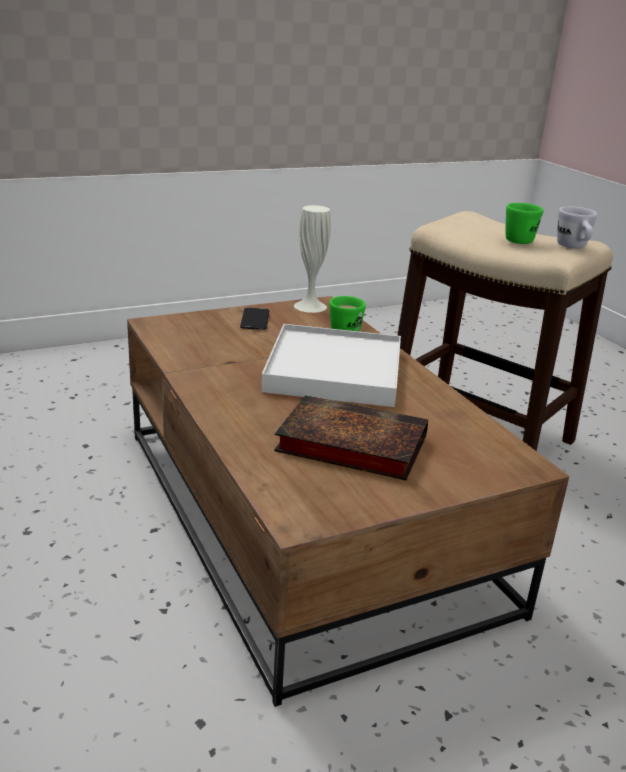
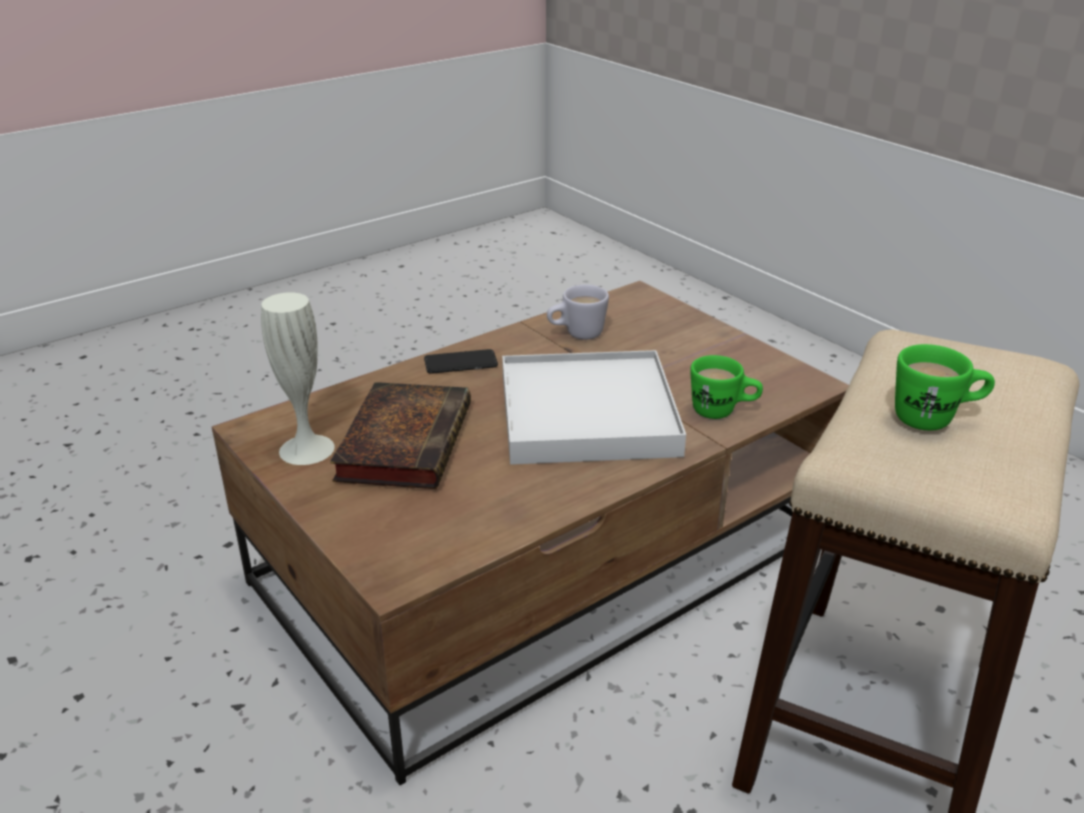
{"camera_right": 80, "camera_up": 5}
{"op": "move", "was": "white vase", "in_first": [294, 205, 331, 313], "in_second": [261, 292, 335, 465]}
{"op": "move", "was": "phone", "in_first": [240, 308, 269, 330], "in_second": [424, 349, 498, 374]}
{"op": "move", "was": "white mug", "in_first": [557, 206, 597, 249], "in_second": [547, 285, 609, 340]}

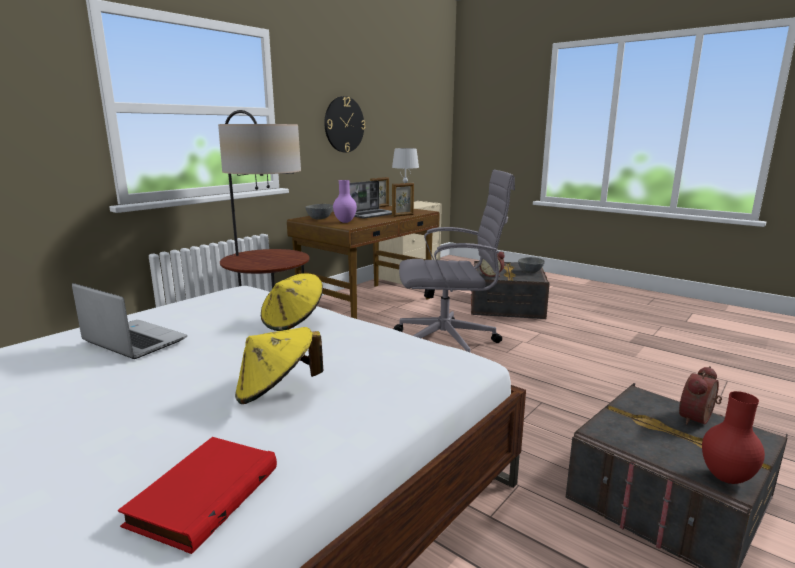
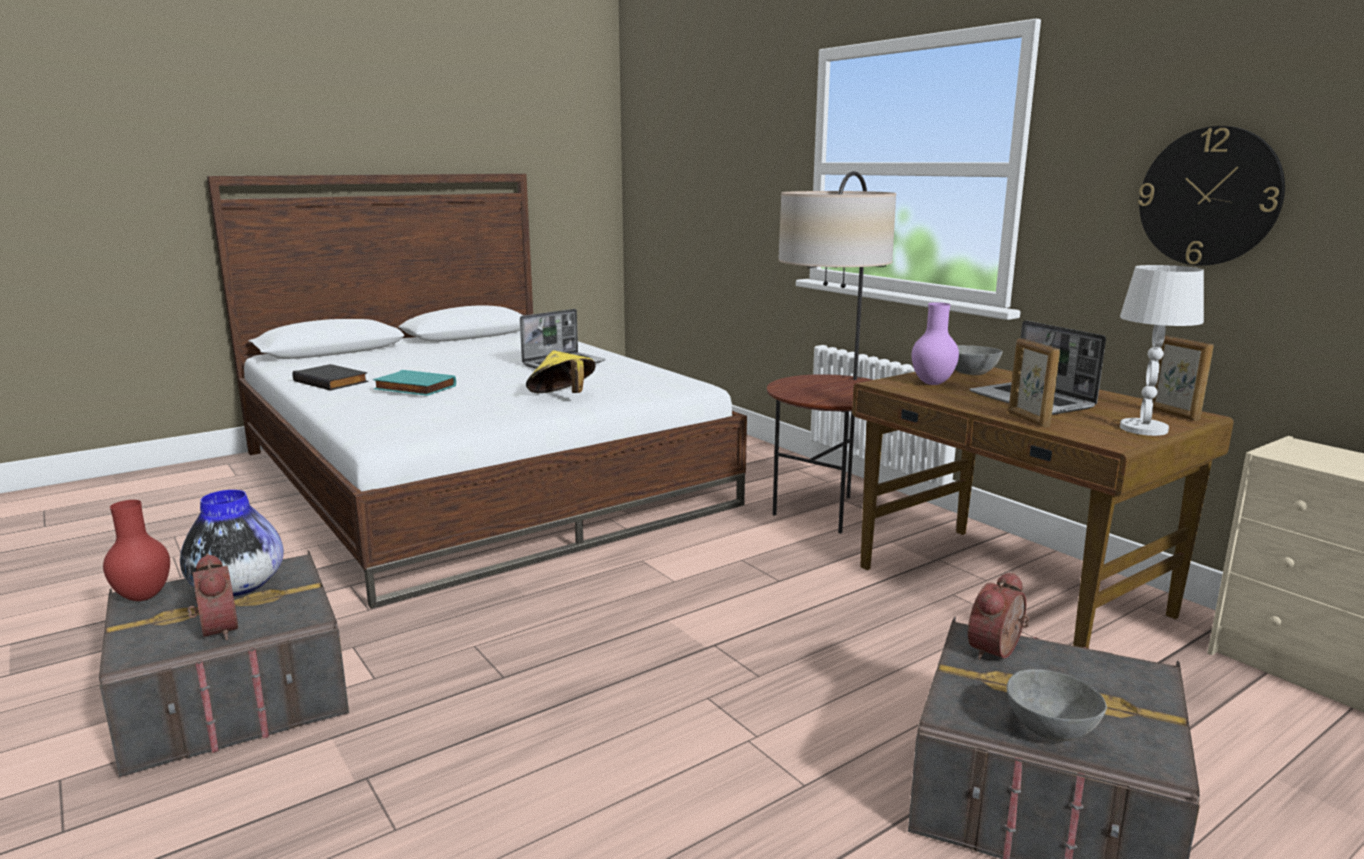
{"camera_right": 105, "camera_up": 0}
{"op": "insert", "now": "vase", "in_second": [180, 490, 284, 596]}
{"op": "recolor", "was": "red book", "now": "black book", "in_first": [118, 437, 277, 554], "in_second": [292, 364, 368, 391]}
{"op": "replace", "was": "yellow hat", "now": "turquoise book", "in_first": [235, 327, 323, 404], "in_second": [373, 370, 456, 396]}
{"op": "delete", "was": "grey office chair", "in_first": [393, 169, 515, 353]}

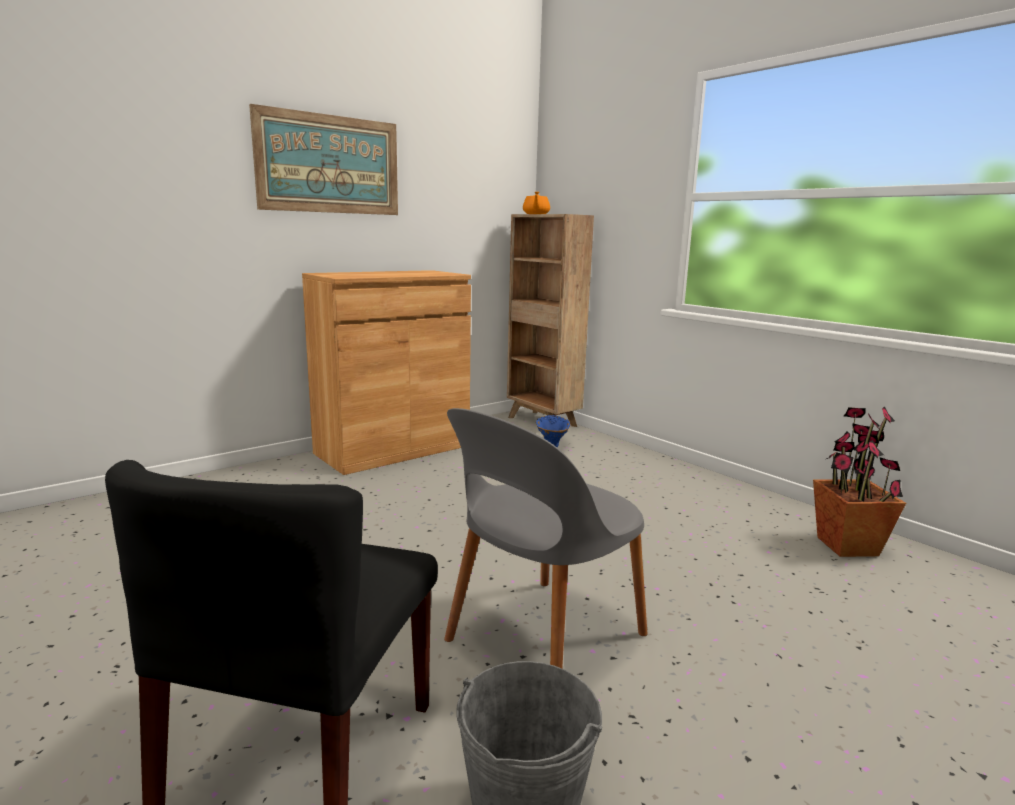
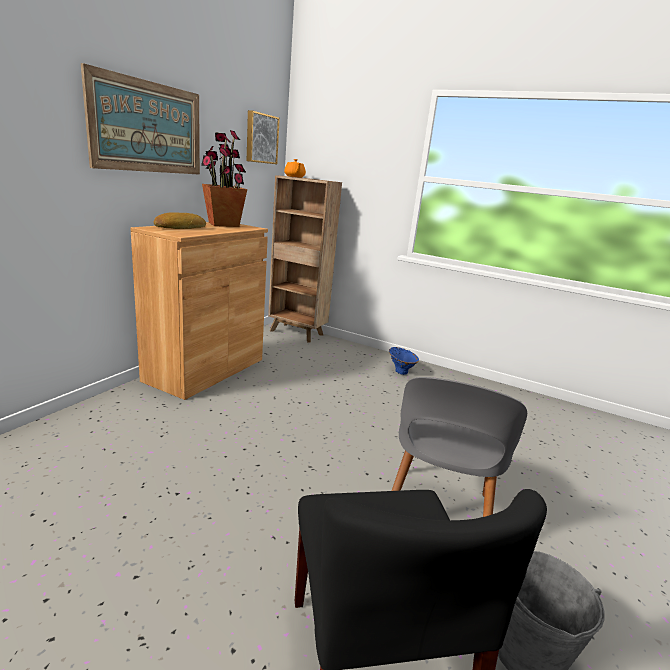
{"camera_right": -25, "camera_up": 5}
{"op": "insert", "now": "bread", "in_second": [154, 212, 206, 229]}
{"op": "move", "was": "potted plant", "in_first": [813, 407, 906, 557], "in_second": [201, 130, 247, 227]}
{"op": "insert", "now": "picture", "in_second": [247, 110, 280, 164]}
{"op": "move", "was": "blue vase", "in_first": [536, 415, 571, 448], "in_second": [389, 347, 419, 375]}

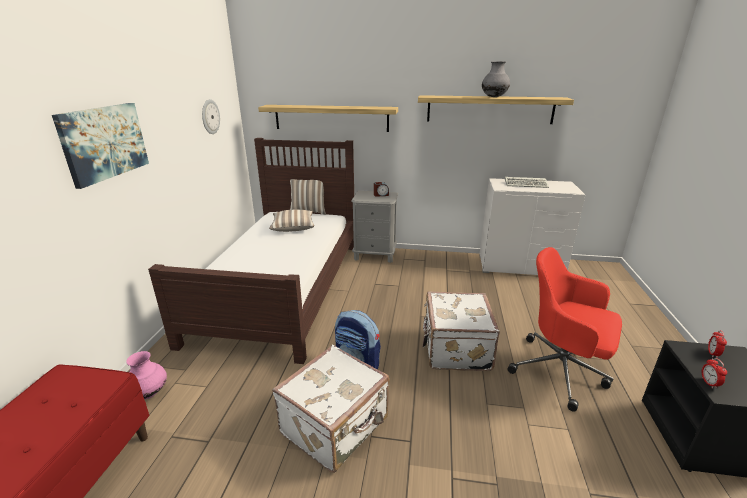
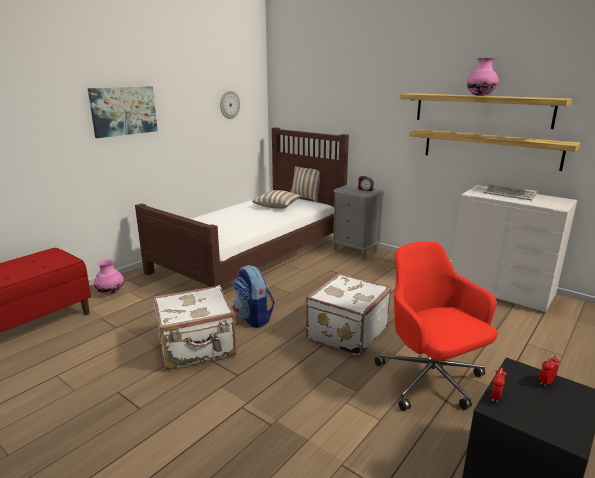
{"camera_right": 30, "camera_up": -5}
{"op": "move", "was": "shelf", "in_first": [258, 105, 398, 132], "in_second": [409, 129, 581, 171]}
{"op": "recolor", "was": "grey vase", "now": "pink vase", "in_first": [482, 61, 510, 97], "in_second": [467, 58, 498, 96]}

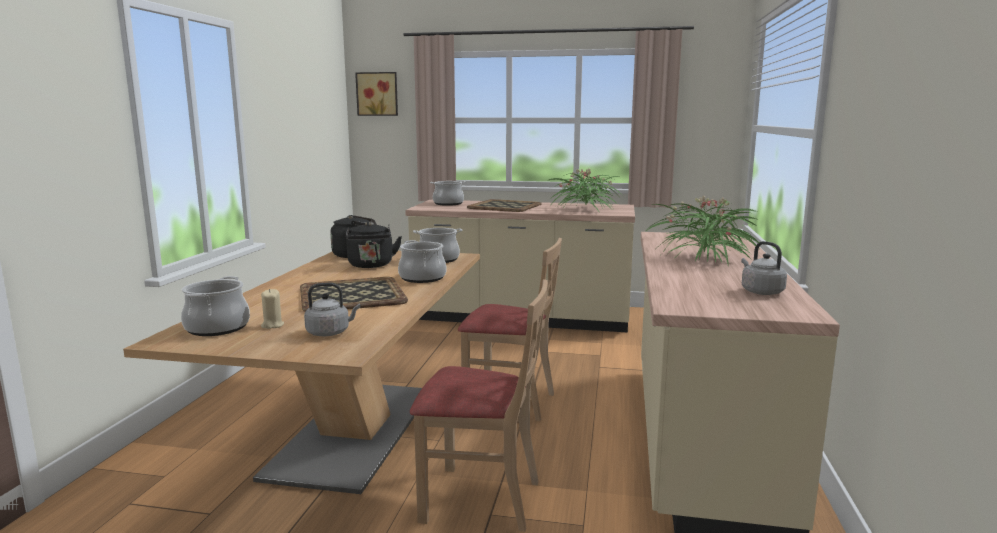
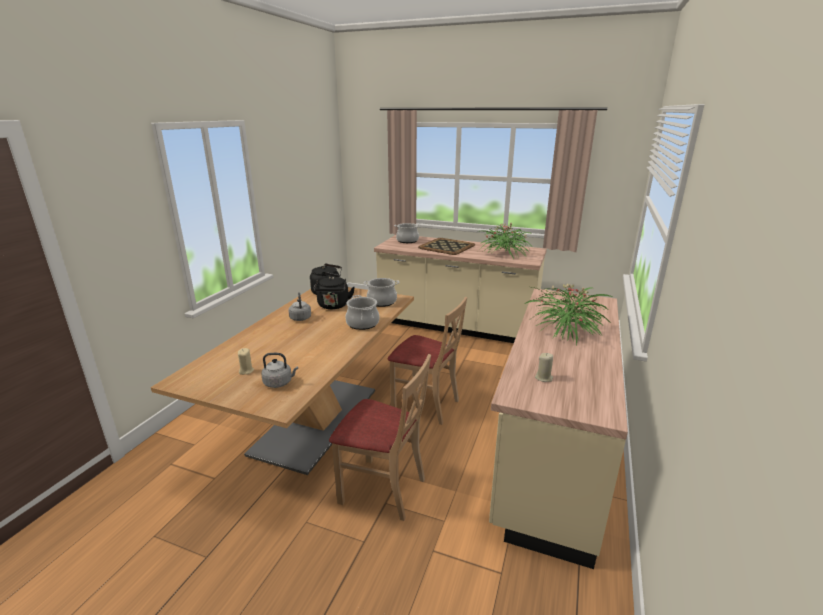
{"camera_right": 10, "camera_up": 10}
{"op": "move", "was": "grey kettle", "in_first": [741, 241, 787, 295], "in_second": [288, 292, 311, 321]}
{"op": "insert", "now": "beige candle", "in_second": [535, 353, 553, 382]}
{"op": "delete", "was": "cooking pot", "in_first": [181, 276, 250, 336]}
{"op": "delete", "was": "tray", "in_first": [300, 277, 408, 312]}
{"op": "delete", "was": "picture", "in_first": [355, 72, 398, 116]}

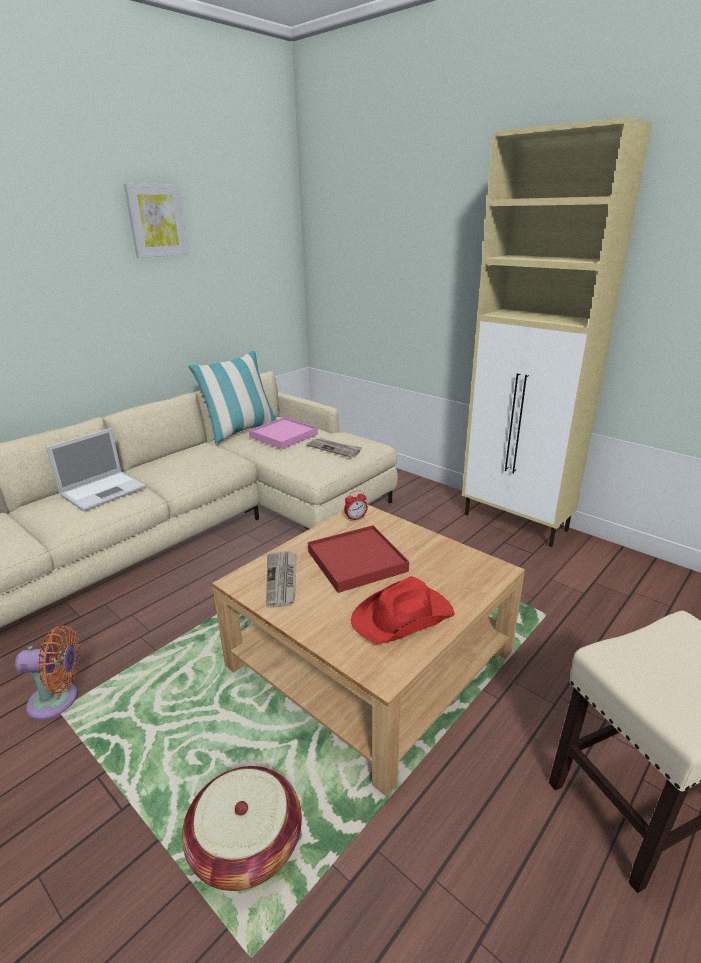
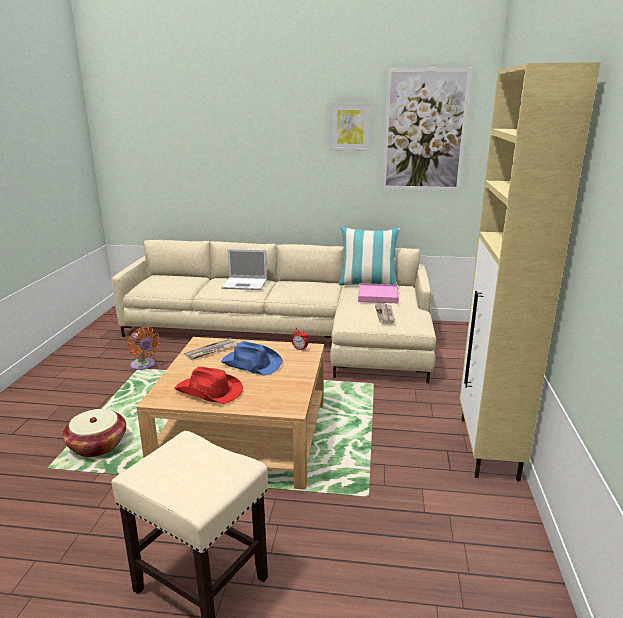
{"camera_right": 55, "camera_up": -5}
{"op": "replace", "was": "red tray", "now": "blue hat", "in_first": [308, 525, 409, 593], "in_second": [221, 341, 283, 375]}
{"op": "insert", "now": "picture", "in_second": [382, 68, 472, 191]}

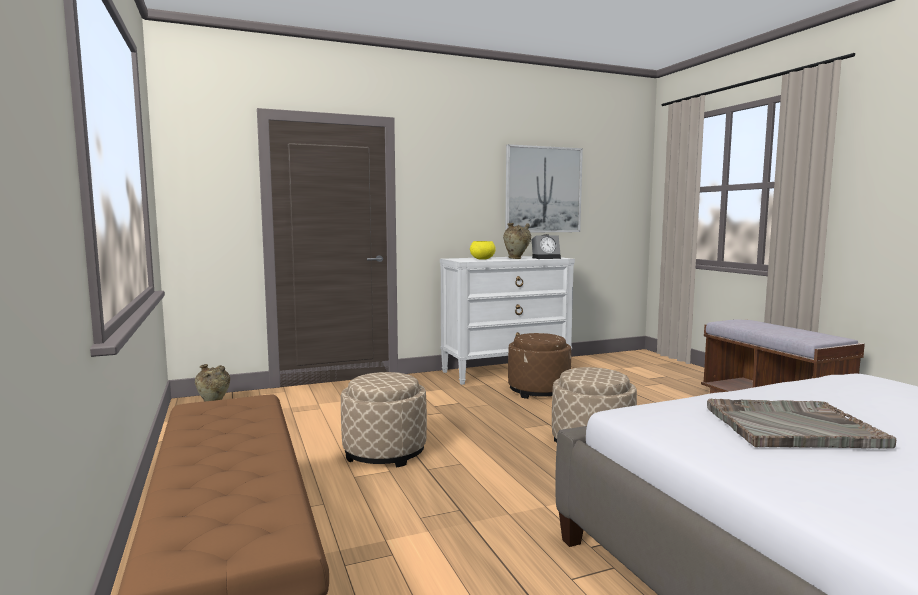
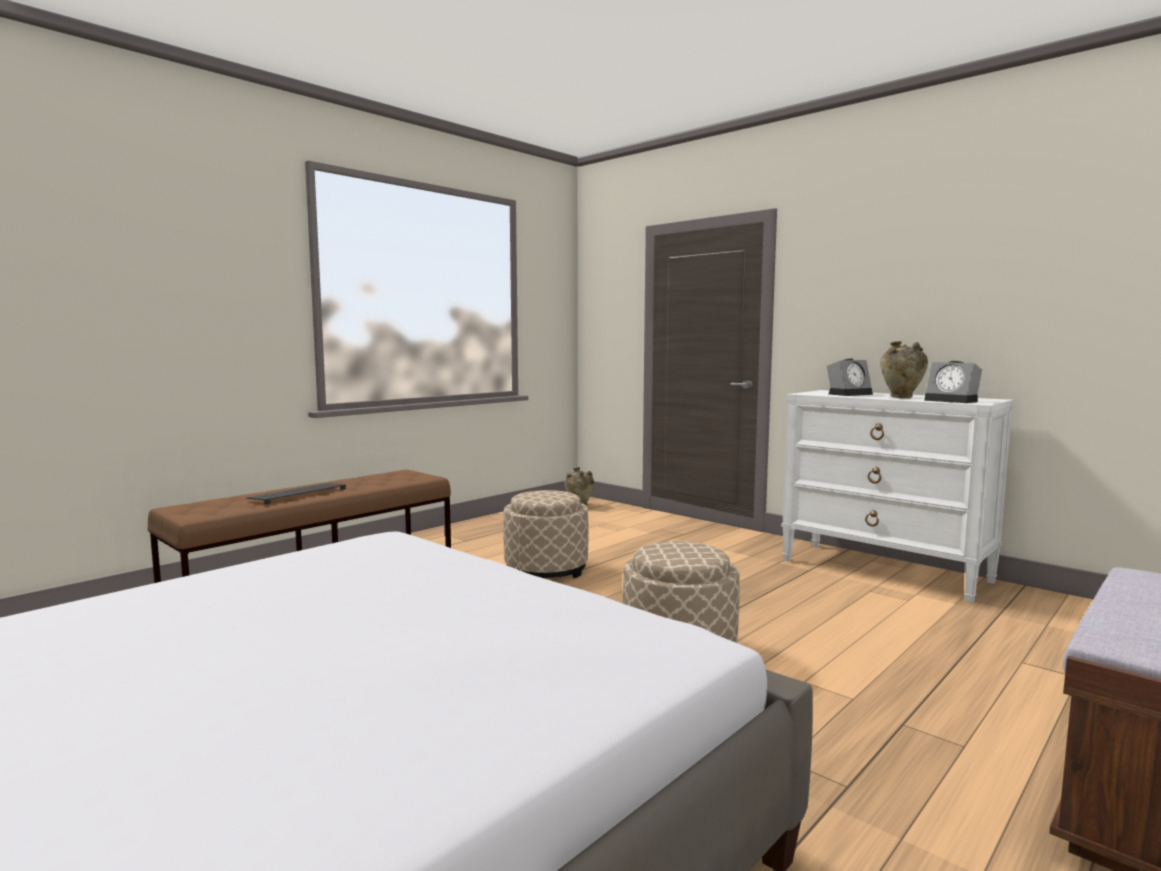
{"camera_right": 65, "camera_up": 0}
{"op": "insert", "now": "keyboard", "in_second": [246, 483, 346, 504]}
{"op": "replace", "was": "yellow bowl", "now": "alarm clock", "in_first": [470, 241, 496, 260], "in_second": [827, 359, 873, 396]}
{"op": "delete", "was": "picture", "in_first": [505, 144, 583, 233]}
{"op": "delete", "was": "brown ottoman", "in_first": [508, 333, 571, 399]}
{"op": "delete", "was": "grey tray", "in_first": [707, 399, 896, 448]}

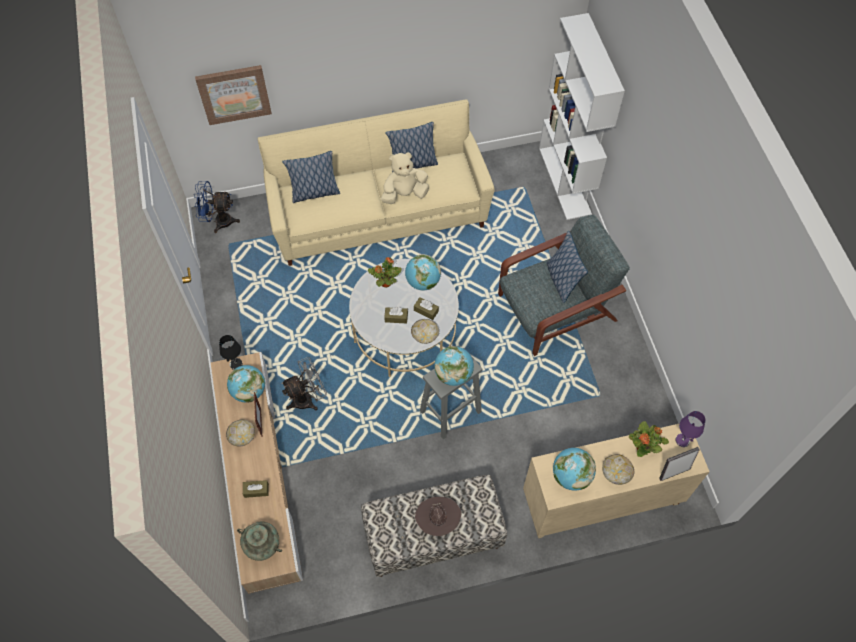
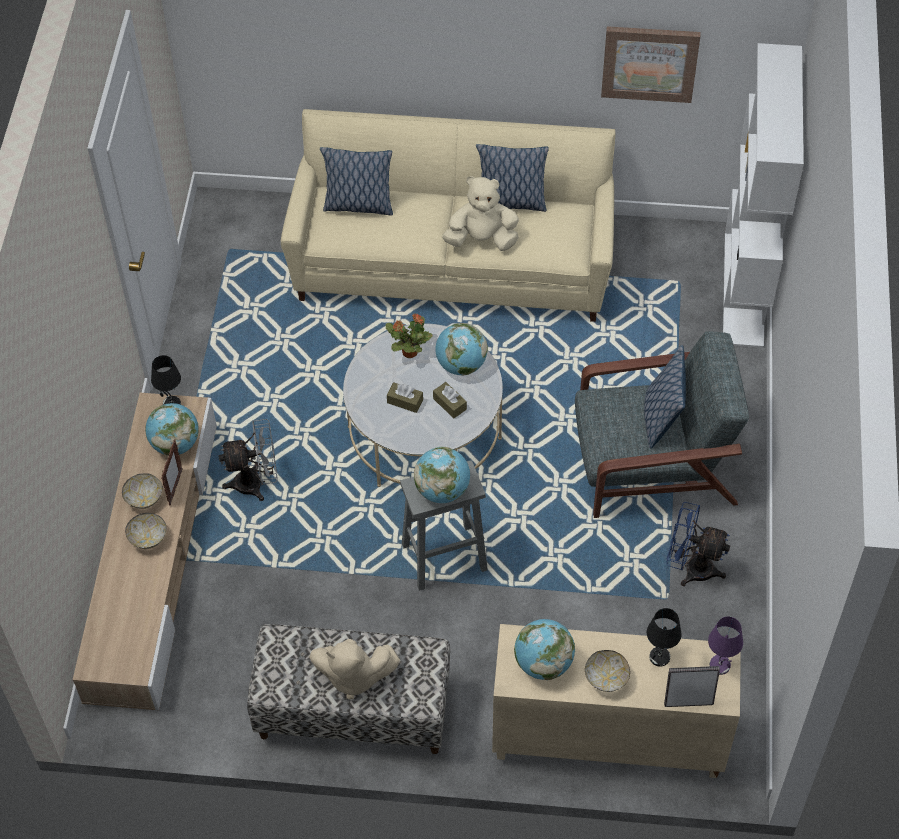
{"camera_right": 20, "camera_up": -5}
{"op": "move", "was": "bowl", "in_first": [411, 319, 439, 344], "in_second": [125, 513, 166, 549]}
{"op": "replace", "was": "brown hat", "now": "beige plush toy", "in_first": [415, 497, 462, 536], "in_second": [309, 639, 400, 699]}
{"op": "move", "was": "picture", "in_first": [195, 65, 272, 125], "in_second": [601, 26, 701, 103]}
{"op": "replace", "was": "potted plant", "now": "black table lamp", "in_first": [629, 421, 669, 457], "in_second": [647, 608, 682, 667]}
{"op": "move", "was": "blue fan", "in_first": [194, 181, 240, 233], "in_second": [666, 502, 730, 586]}
{"op": "delete", "was": "turquoise vase", "in_first": [237, 521, 282, 561]}
{"op": "delete", "was": "brown tissue box", "in_first": [243, 480, 269, 498]}

